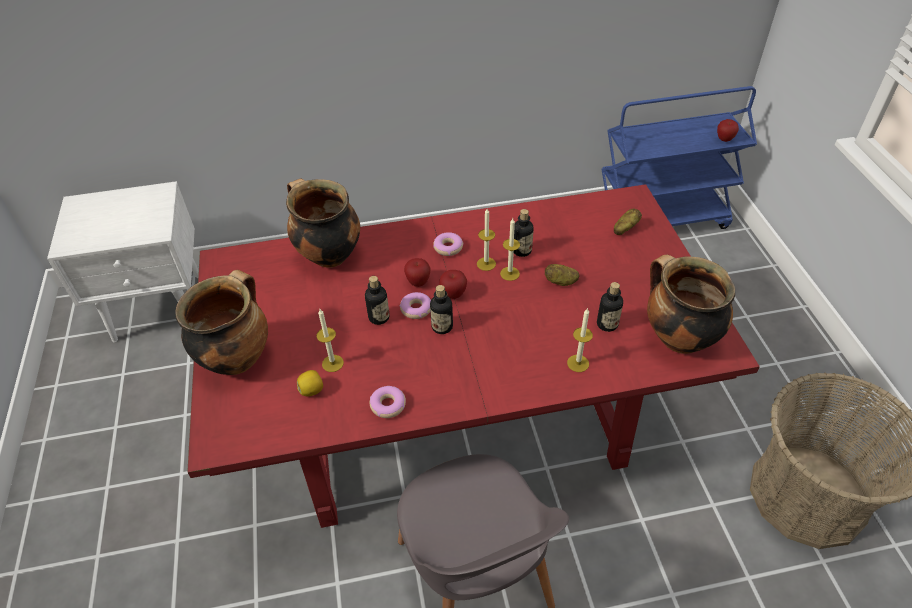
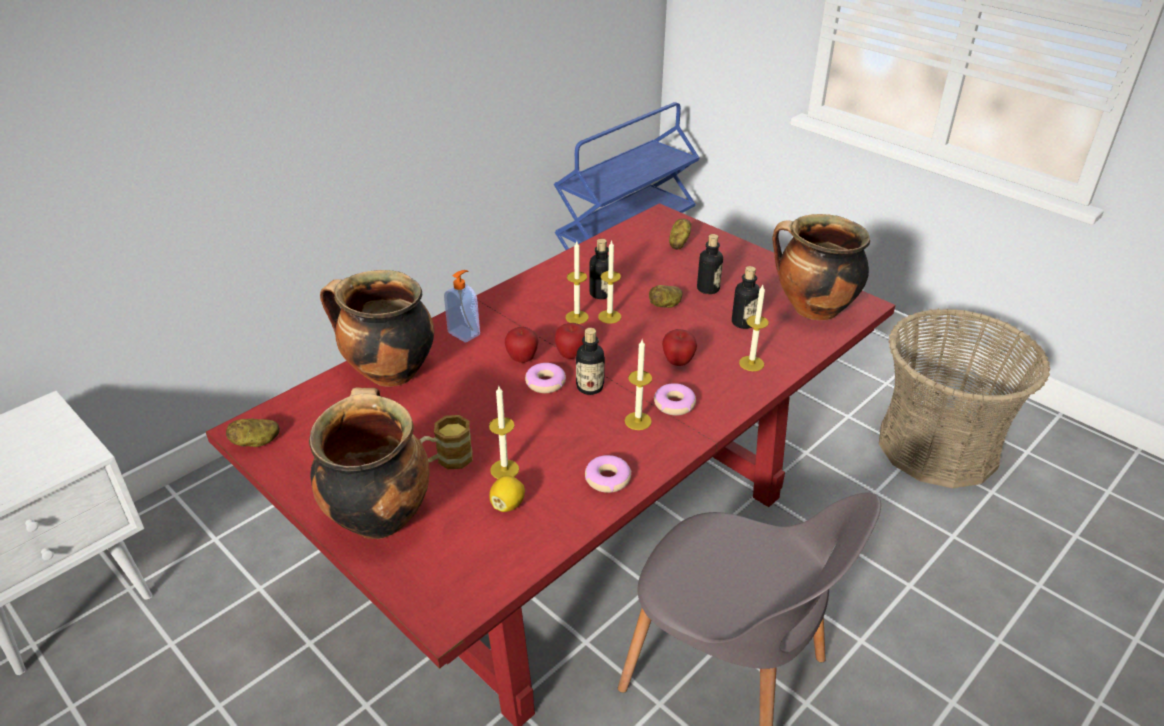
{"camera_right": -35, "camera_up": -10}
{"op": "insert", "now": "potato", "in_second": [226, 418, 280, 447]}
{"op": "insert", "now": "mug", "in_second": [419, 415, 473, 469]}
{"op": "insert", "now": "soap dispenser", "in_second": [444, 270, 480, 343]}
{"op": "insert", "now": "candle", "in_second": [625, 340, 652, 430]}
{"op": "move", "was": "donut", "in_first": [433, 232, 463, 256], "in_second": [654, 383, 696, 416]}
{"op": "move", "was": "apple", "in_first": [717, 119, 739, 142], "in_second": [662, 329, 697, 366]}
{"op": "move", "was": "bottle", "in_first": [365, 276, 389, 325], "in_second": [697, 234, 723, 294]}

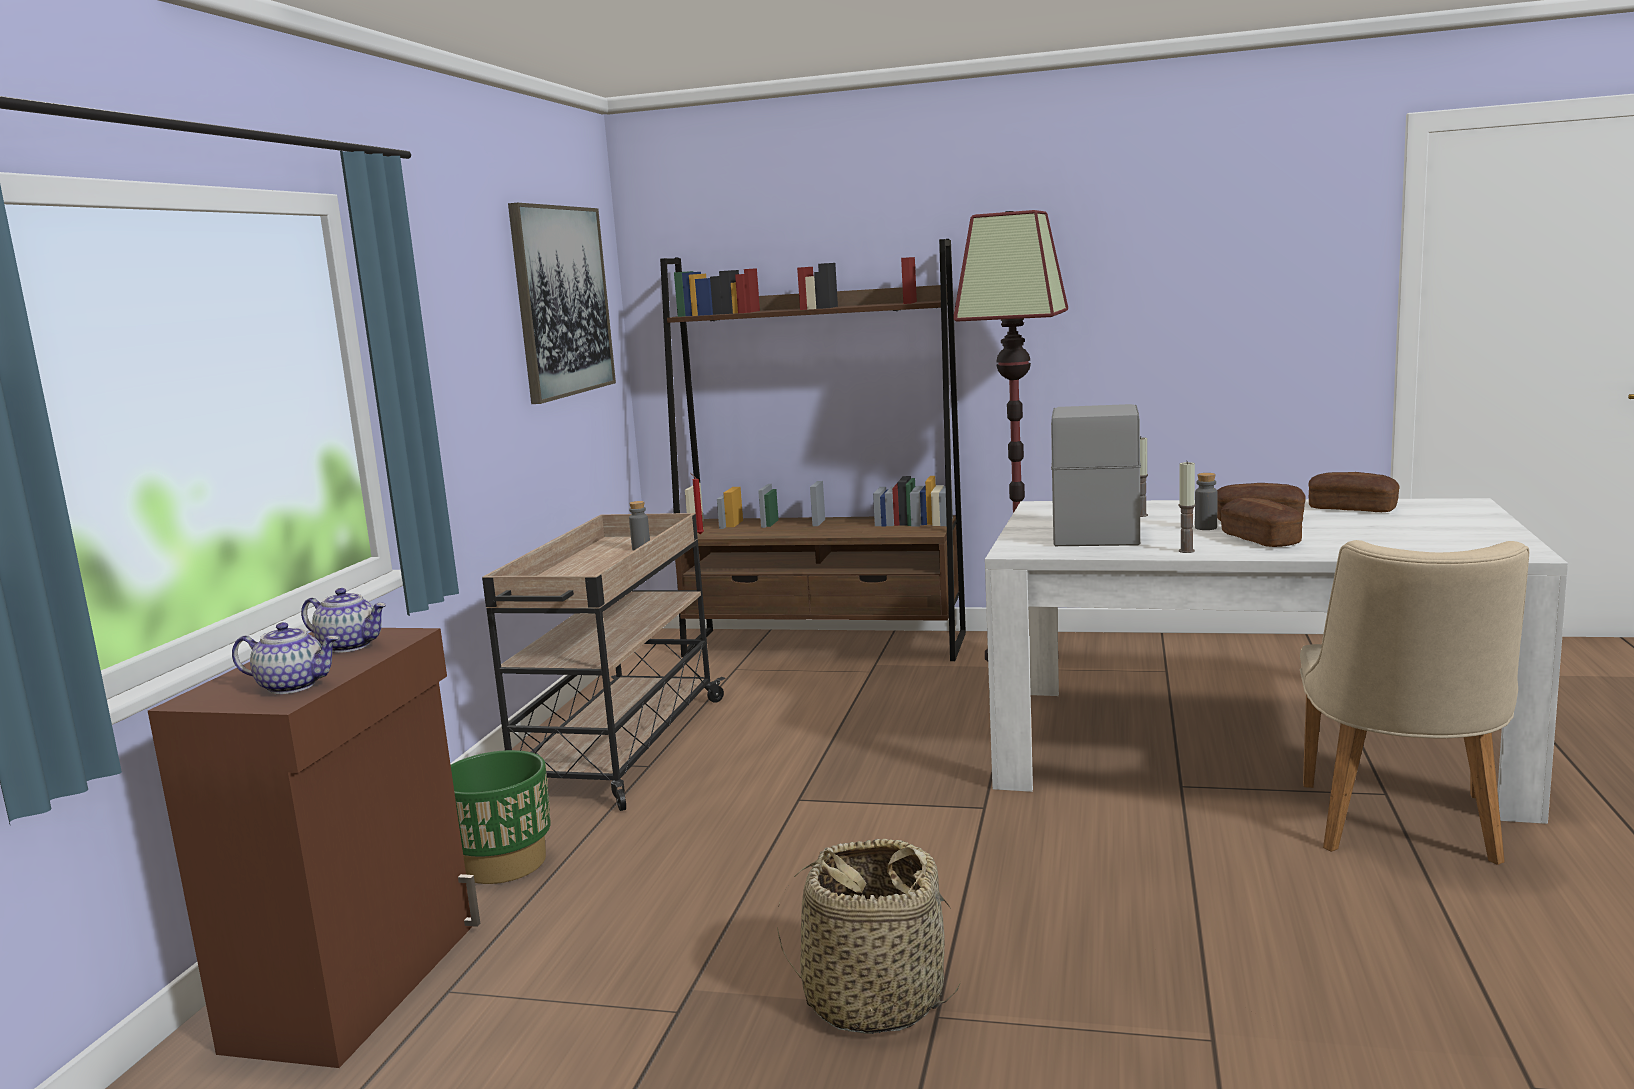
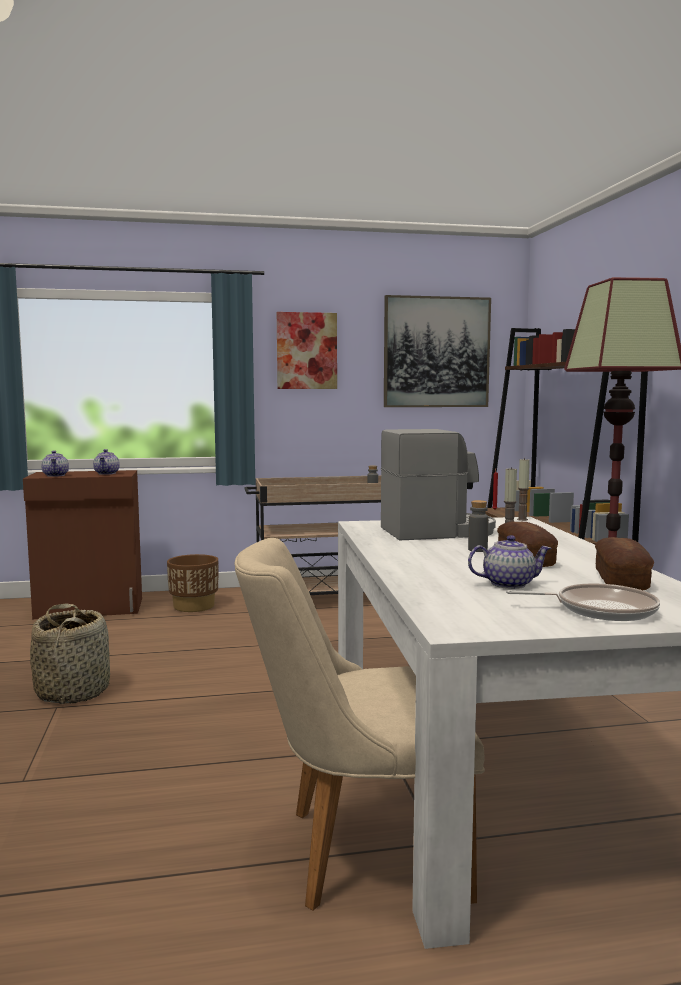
{"camera_right": 65, "camera_up": -5}
{"op": "recolor", "was": "green planter", "now": "brown planter", "in_first": [451, 750, 550, 884], "in_second": [167, 554, 218, 612]}
{"op": "insert", "now": "picture", "in_second": [277, 312, 337, 389]}
{"op": "insert", "now": "teapot", "in_second": [468, 535, 551, 589]}
{"op": "insert", "now": "frying pan", "in_second": [506, 583, 660, 621]}
{"op": "move", "was": "candle", "in_first": [1179, 462, 1195, 553], "in_second": [517, 458, 530, 521]}
{"op": "delete", "was": "bread", "in_first": [1221, 497, 1303, 547]}

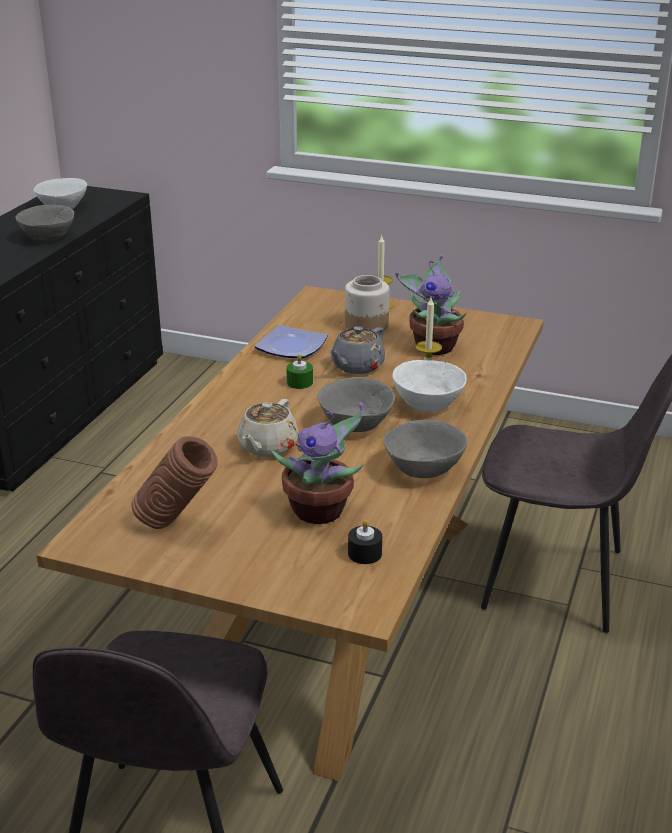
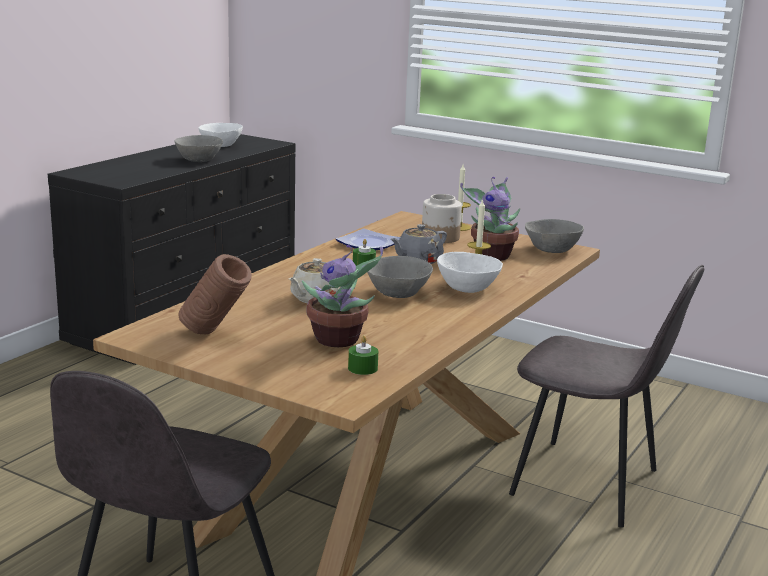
{"camera_right": 10, "camera_up": -10}
{"op": "recolor", "was": "black candle", "now": "green candle", "in_first": [348, 520, 382, 564], "in_second": [348, 335, 378, 375]}
{"op": "move", "was": "grey bowl", "in_first": [384, 420, 467, 478], "in_second": [525, 219, 584, 253]}

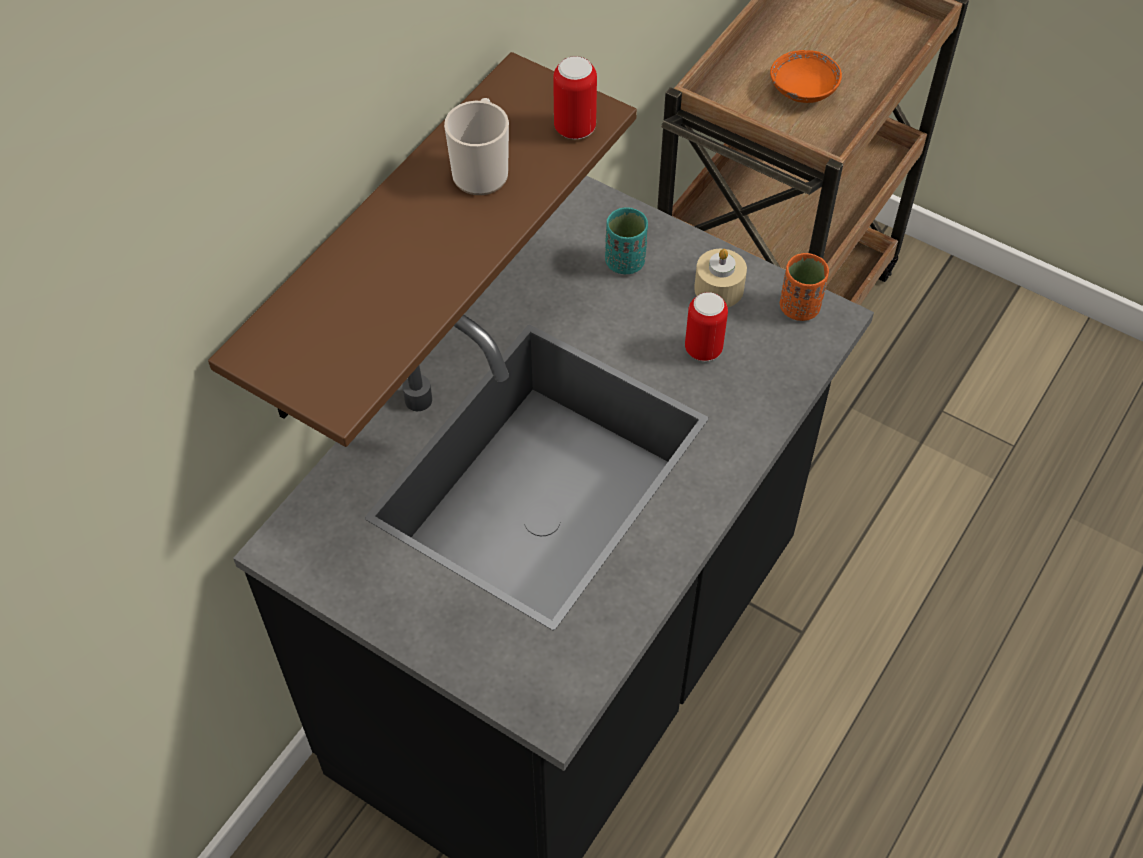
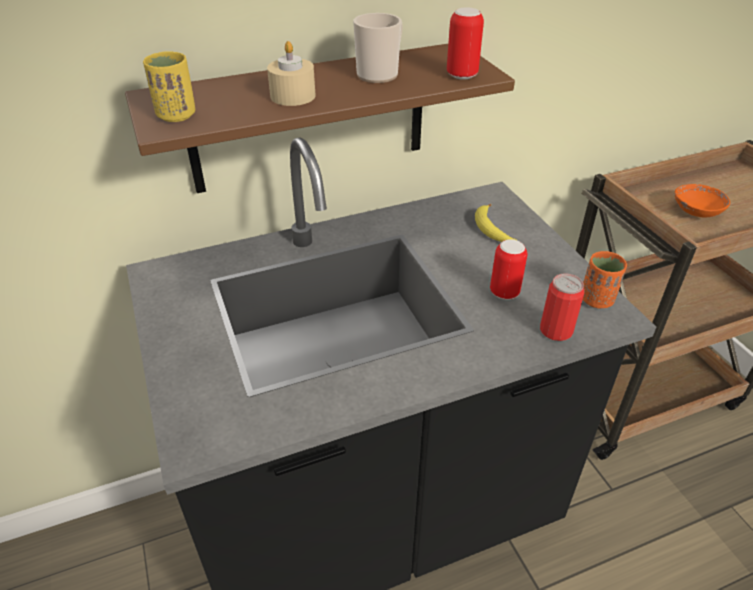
{"camera_right": 35, "camera_up": -15}
{"op": "insert", "now": "yellow cup", "in_second": [143, 51, 195, 122]}
{"op": "move", "was": "beige candle", "in_first": [694, 249, 747, 307], "in_second": [267, 41, 316, 106]}
{"op": "replace", "was": "turquoise cup", "now": "banana", "in_first": [605, 207, 648, 275], "in_second": [475, 204, 518, 242]}
{"op": "insert", "now": "can", "in_second": [540, 273, 584, 341]}

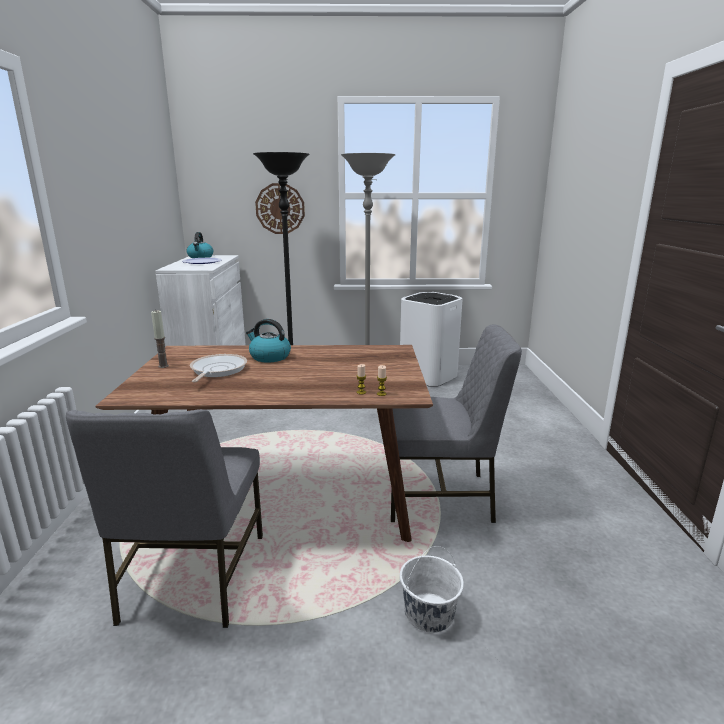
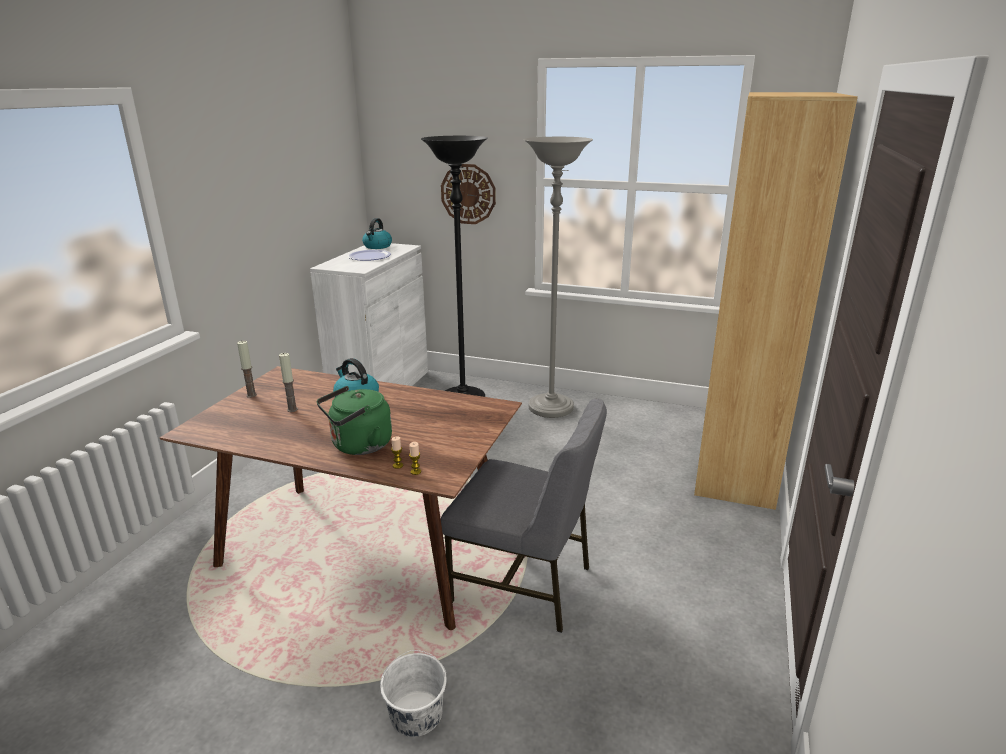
{"camera_right": 20, "camera_up": 5}
{"op": "replace", "was": "frying pan", "now": "candle", "in_first": [190, 354, 247, 382], "in_second": [279, 353, 298, 412]}
{"op": "insert", "now": "green kettle", "in_second": [317, 386, 392, 455]}
{"op": "insert", "now": "brown bookcase", "in_second": [694, 92, 858, 510]}
{"op": "delete", "was": "grey chair", "in_first": [66, 409, 263, 628]}
{"op": "delete", "was": "white trash can", "in_first": [400, 292, 463, 387]}

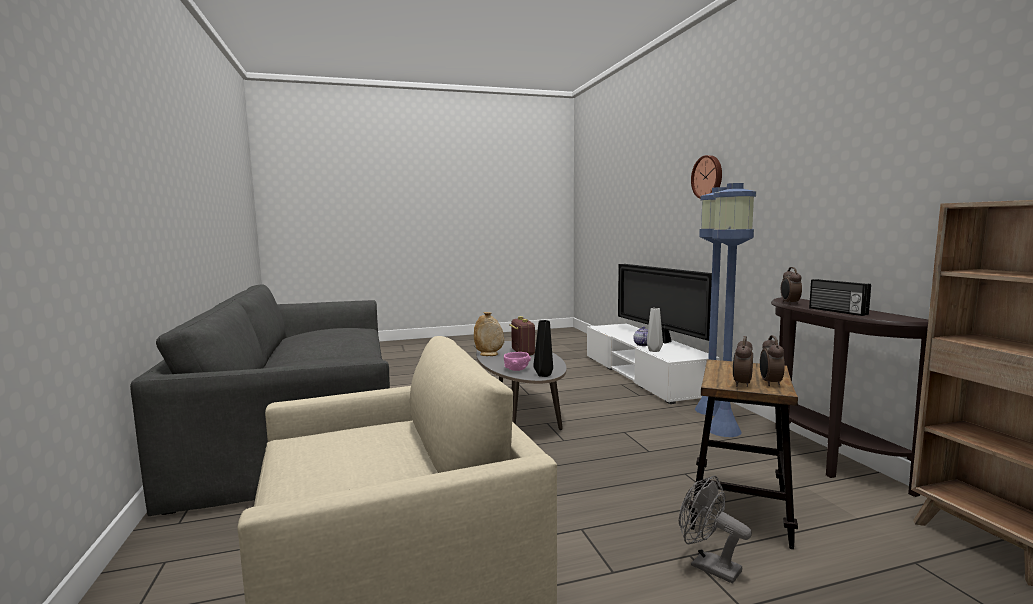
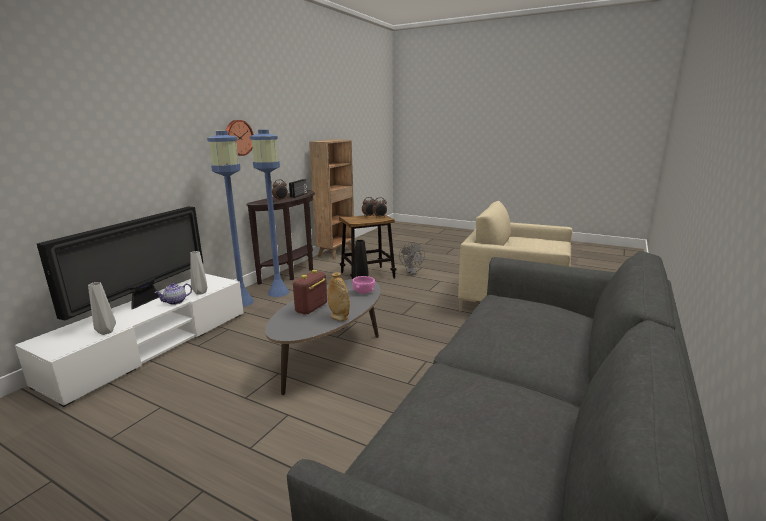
{"camera_right": -135, "camera_up": 10}
{"op": "insert", "now": "grey vase", "in_second": [88, 282, 116, 335]}
{"op": "move", "was": "wall clock", "in_first": [691, 155, 722, 199], "in_second": [225, 120, 254, 156]}

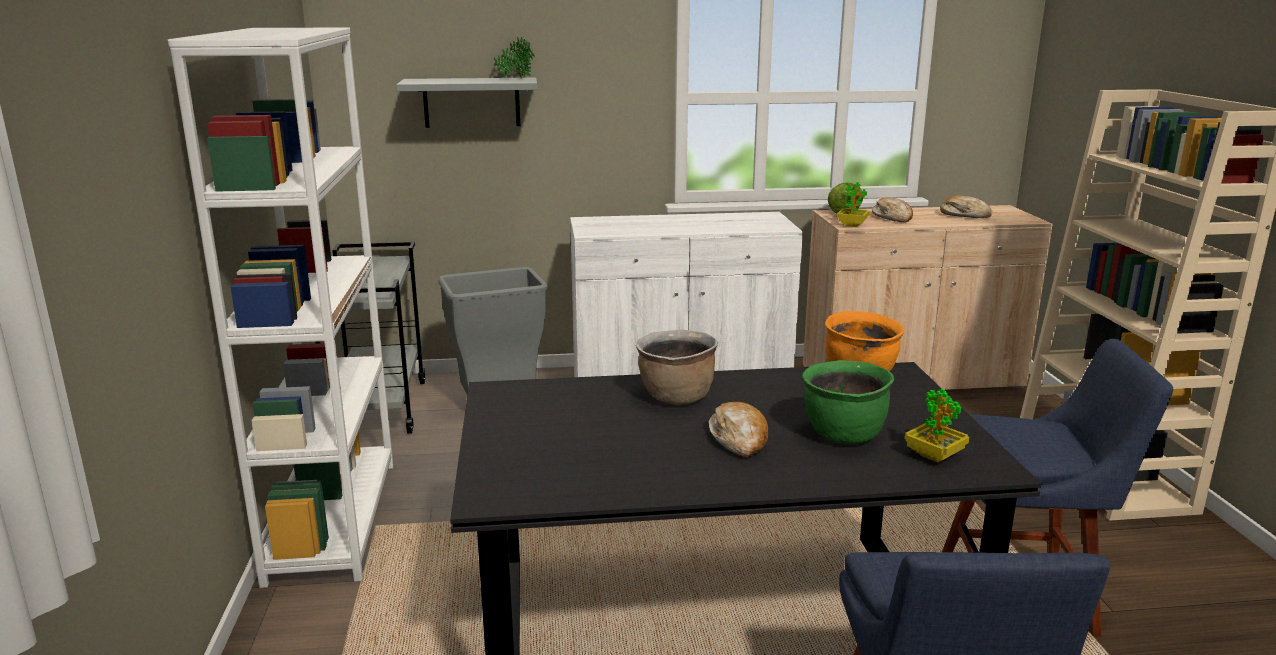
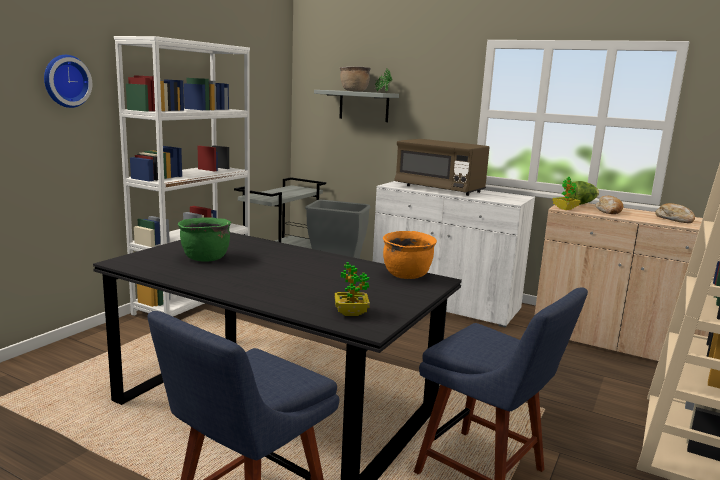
{"camera_right": 35, "camera_up": -5}
{"op": "insert", "now": "wall clock", "in_second": [44, 55, 92, 108]}
{"op": "move", "was": "green cooking pot", "in_first": [802, 360, 894, 444], "in_second": [178, 217, 231, 262]}
{"op": "move", "was": "brown cooking pot", "in_first": [636, 330, 718, 405], "in_second": [340, 66, 371, 92]}
{"op": "insert", "now": "brown microwave", "in_second": [394, 139, 490, 196]}
{"op": "delete", "was": "bread", "in_first": [709, 402, 768, 457]}

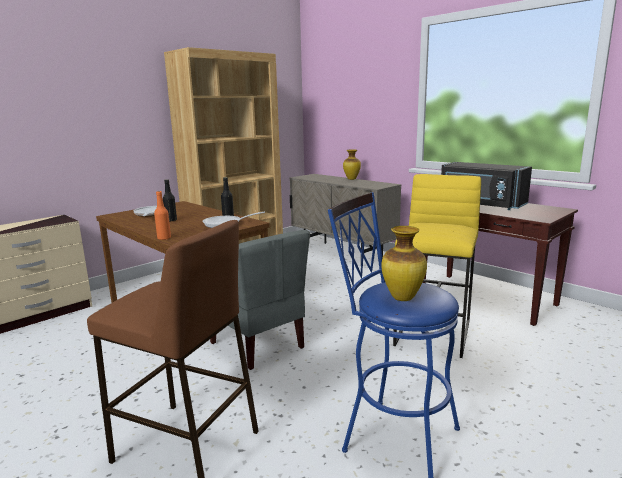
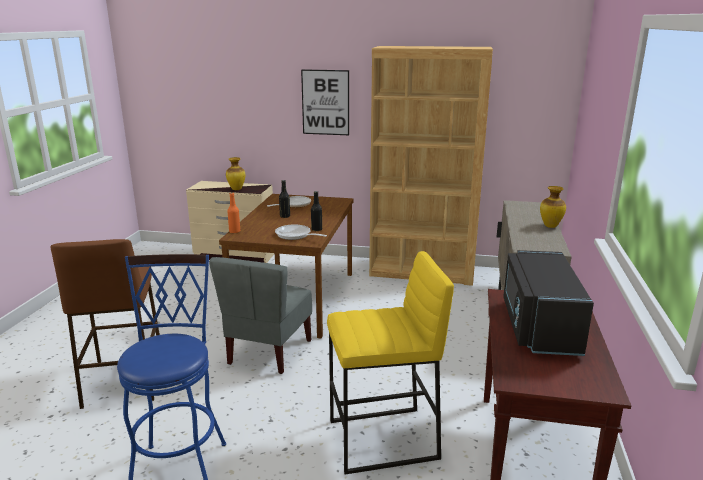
{"camera_right": 55, "camera_up": 5}
{"op": "move", "was": "vase", "in_first": [381, 226, 427, 301], "in_second": [226, 157, 245, 190]}
{"op": "insert", "now": "picture", "in_second": [301, 69, 349, 135]}

